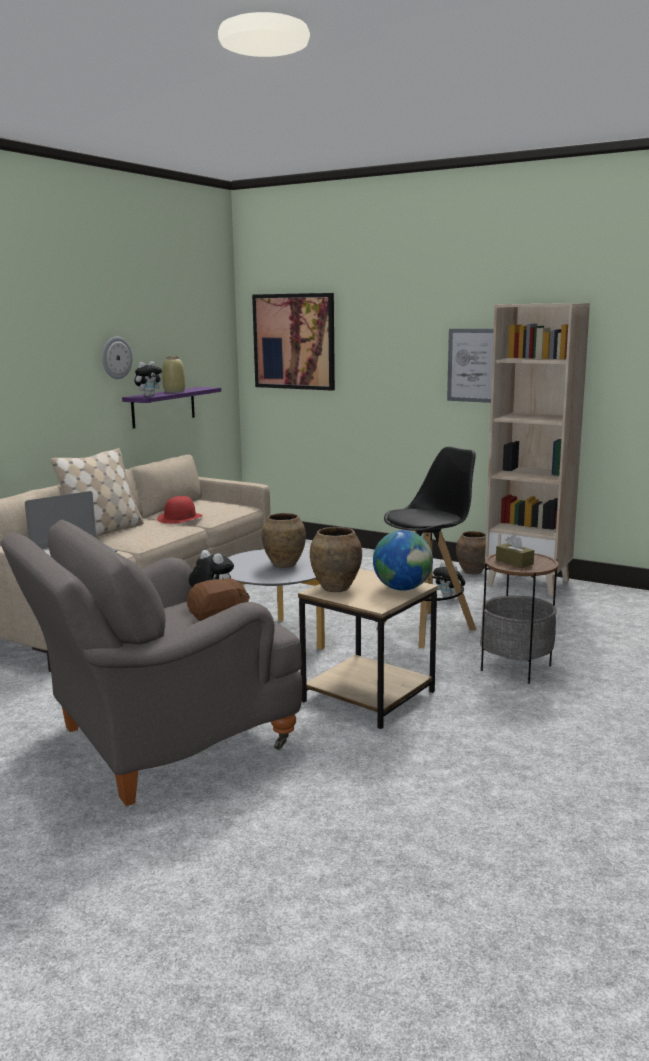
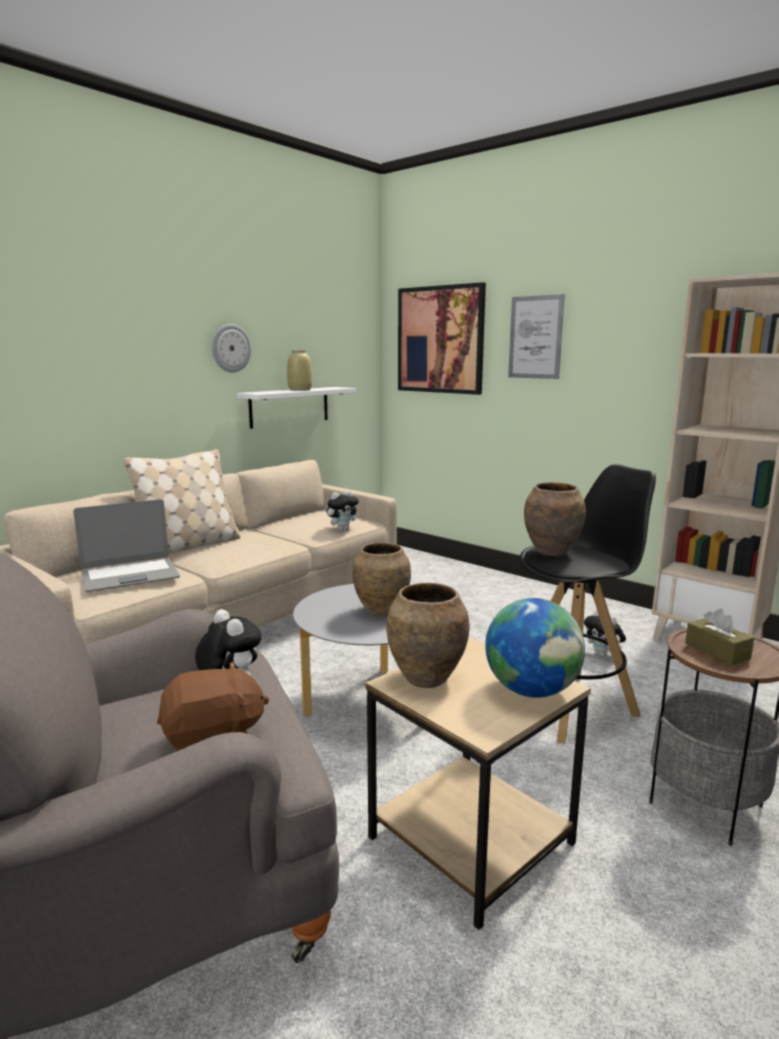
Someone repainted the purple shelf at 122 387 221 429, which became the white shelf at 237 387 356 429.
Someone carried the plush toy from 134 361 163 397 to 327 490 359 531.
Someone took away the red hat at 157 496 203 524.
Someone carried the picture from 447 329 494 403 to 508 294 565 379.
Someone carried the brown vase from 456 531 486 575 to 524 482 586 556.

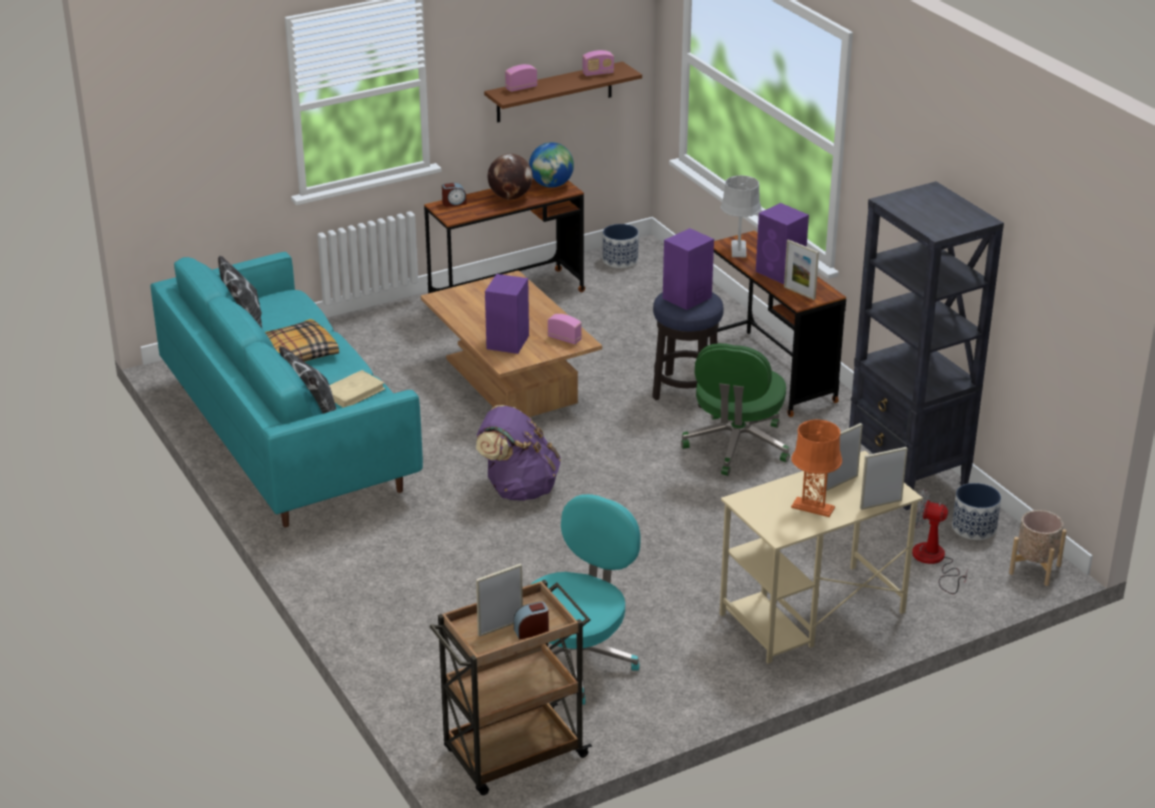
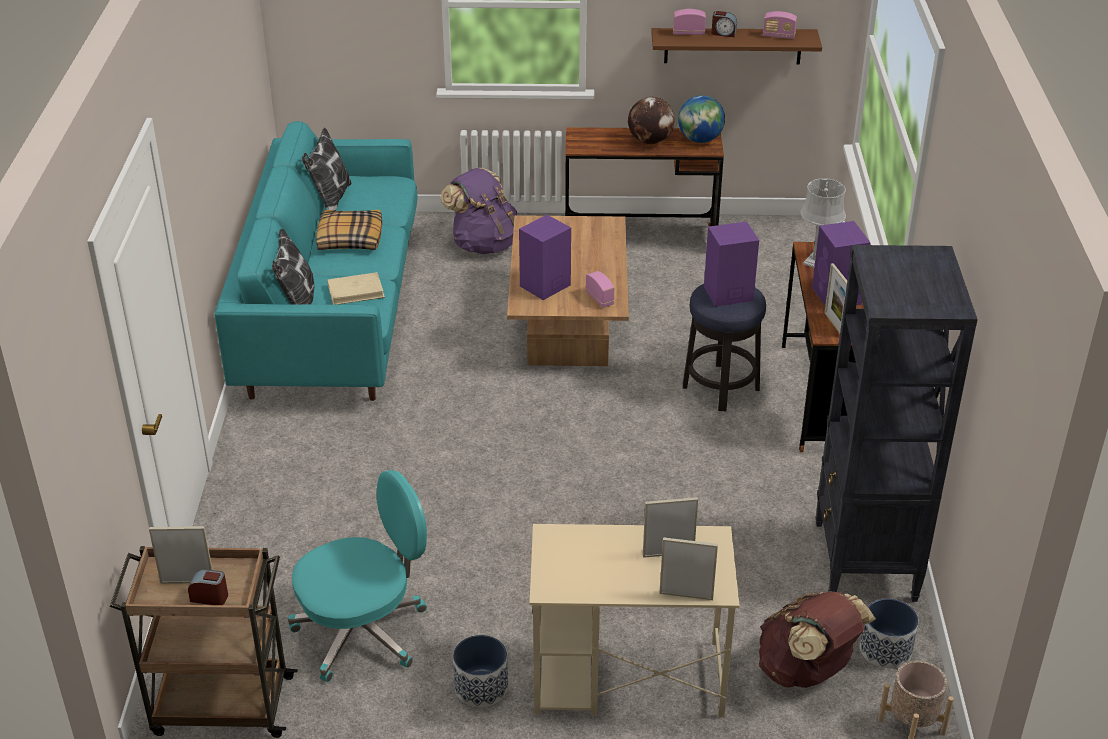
Someone carried the alarm clock from 442 183 467 207 to 711 11 737 37.
Someone carried the purple backpack from 476 405 561 501 to 440 168 517 254.
Someone carried the planter from 603 224 639 268 to 453 635 508 707.
Someone took away the green office chair at 681 343 790 476.
Someone took away the orange table lamp at 791 420 842 517.
Someone swapped the fan at 912 489 968 594 for the brown backpack at 759 591 876 688.

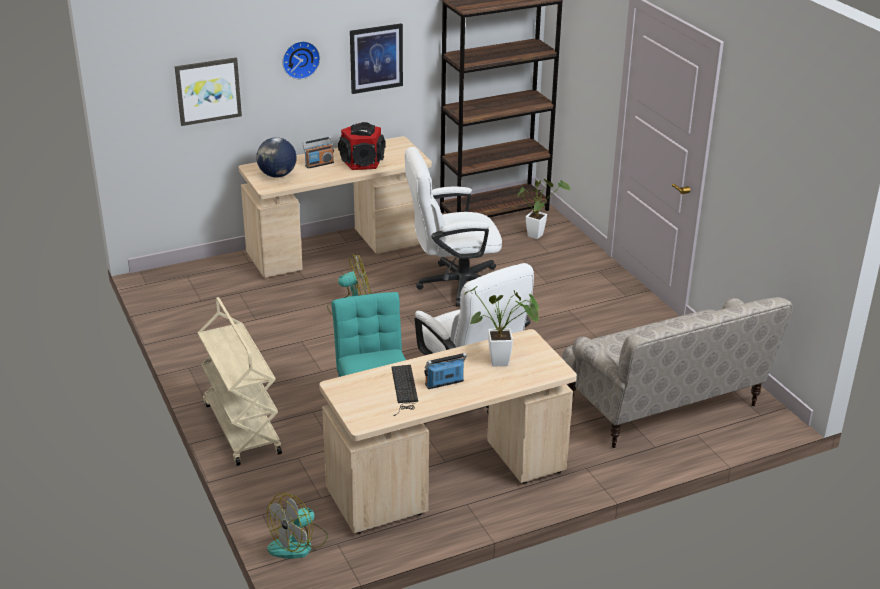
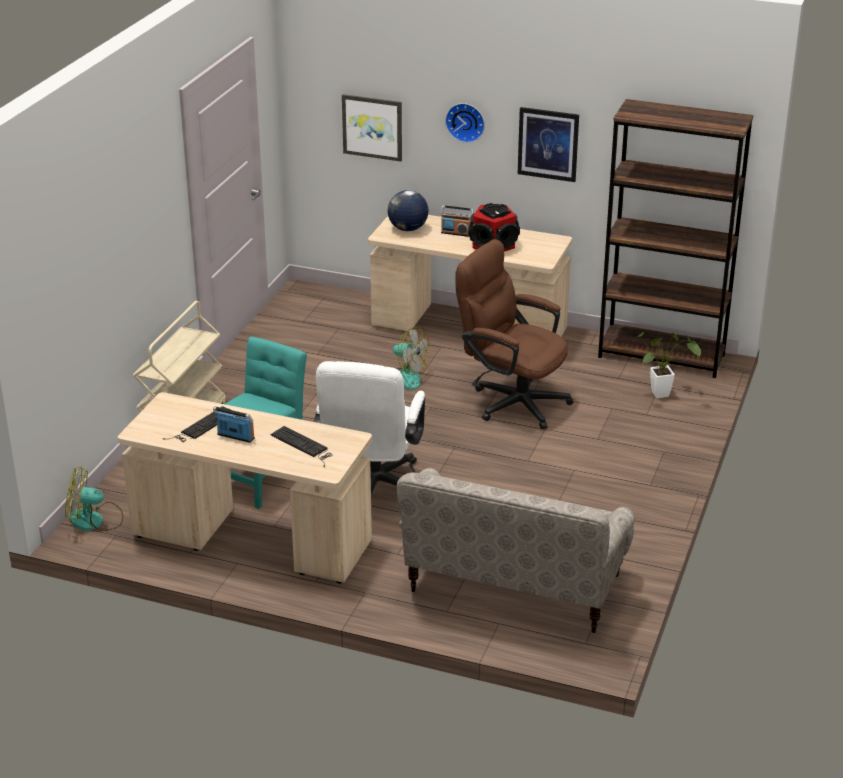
Someone repainted the white office chair at 405 147 502 307, which became the brown office chair at 455 239 573 429.
Someone swapped the potted plant at 464 286 539 367 for the keyboard at 270 426 332 467.

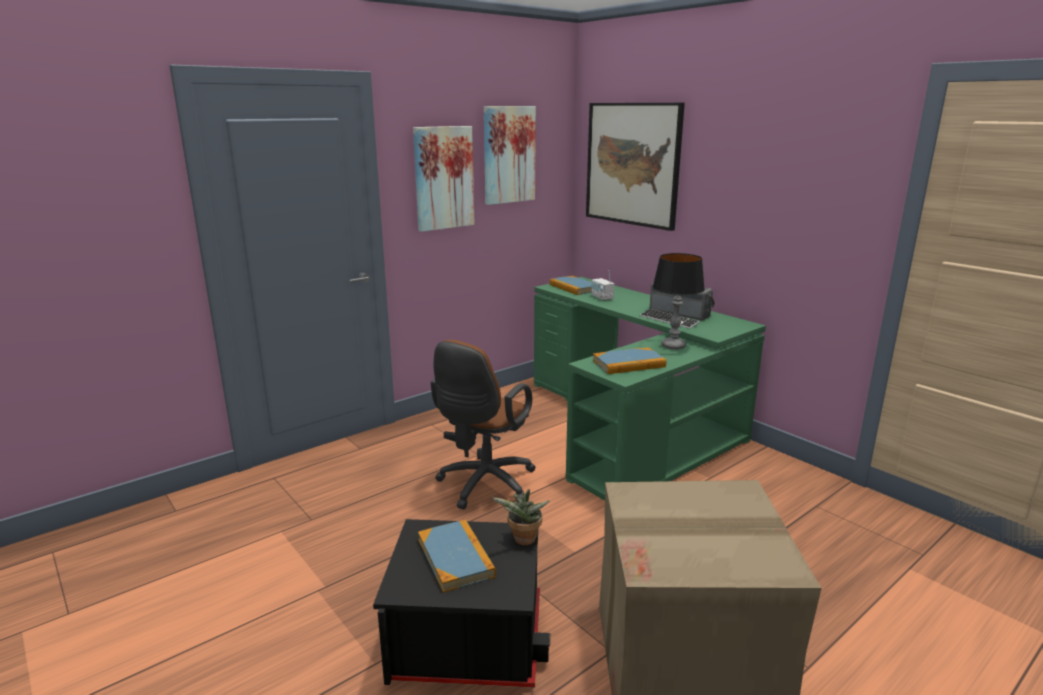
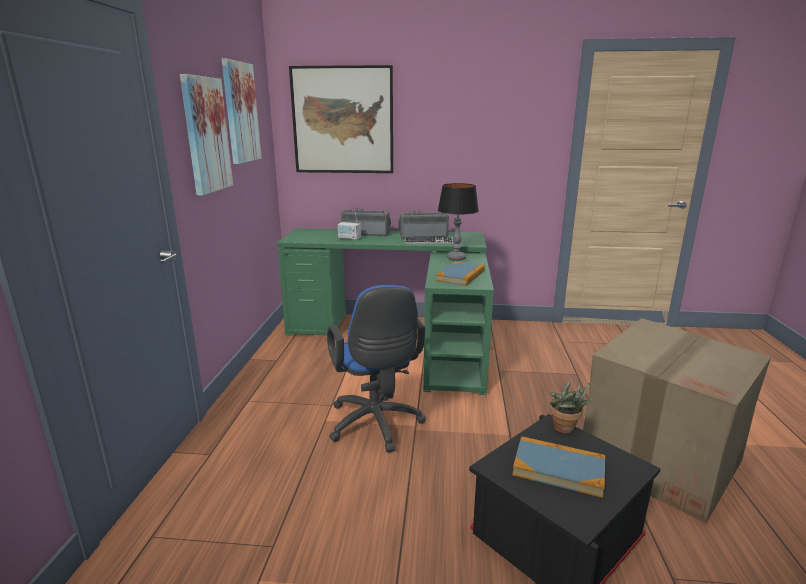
Someone repainted the brown office chair at 431 340 536 509, which became the blue office chair at 327 285 426 453.
Someone took away the book at 550 276 592 295.
Someone put down the radio at 341 208 391 236.

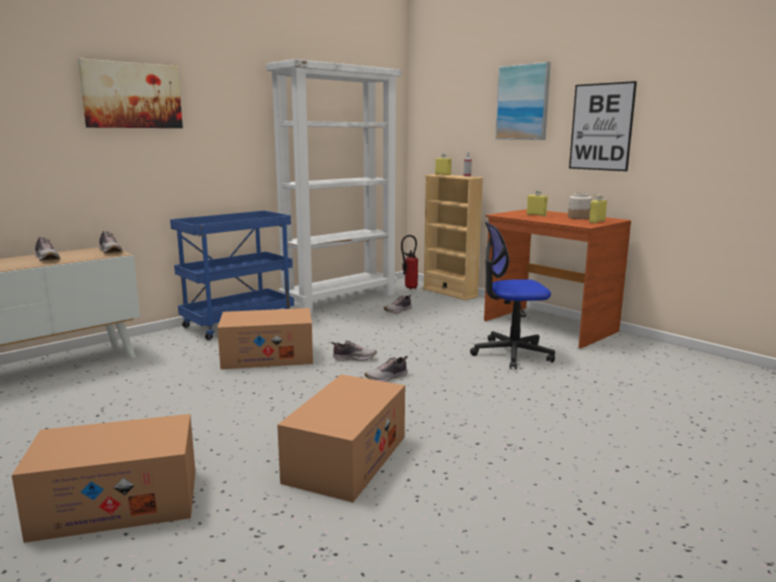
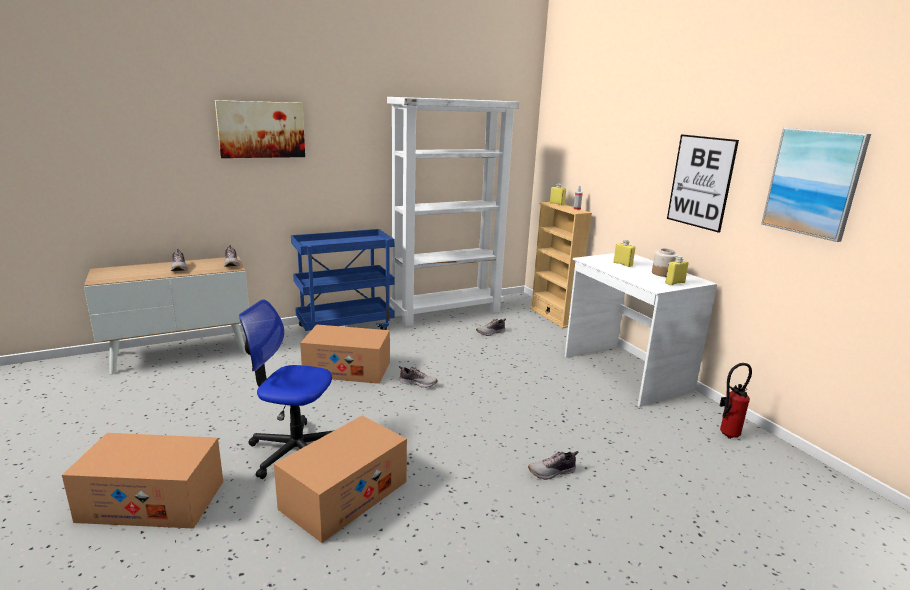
Someone carried the shoe from 364 356 408 382 to 528 451 578 480.
Someone carried the fire extinguisher from 401 235 418 289 to 720 363 752 439.
Someone carried the office chair from 470 221 555 369 to 239 299 334 479.
Someone repainted the brown desk at 484 209 631 349, which became the white desk at 565 253 717 407.
Someone carried the picture from 495 62 551 140 to 761 128 871 242.

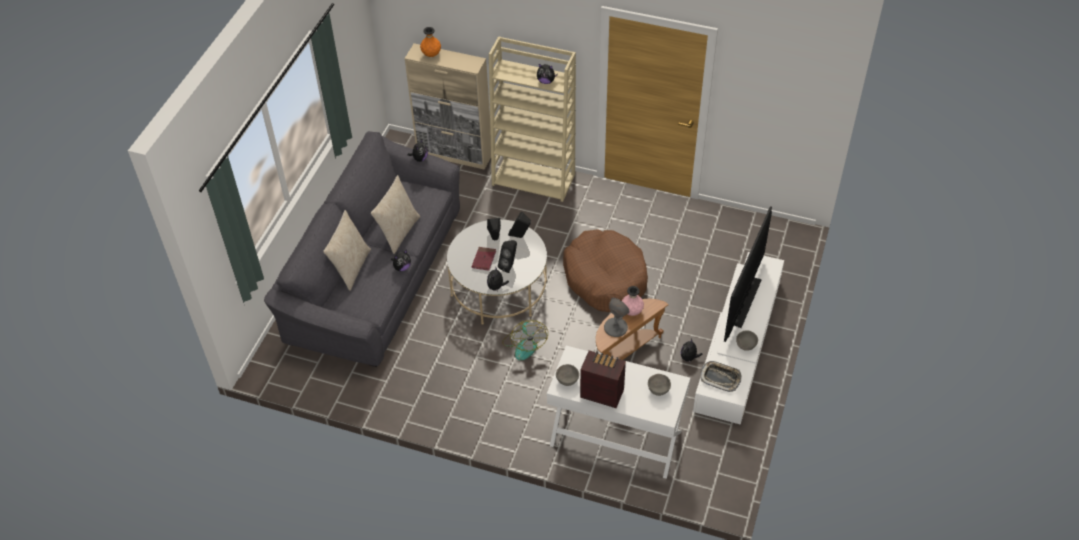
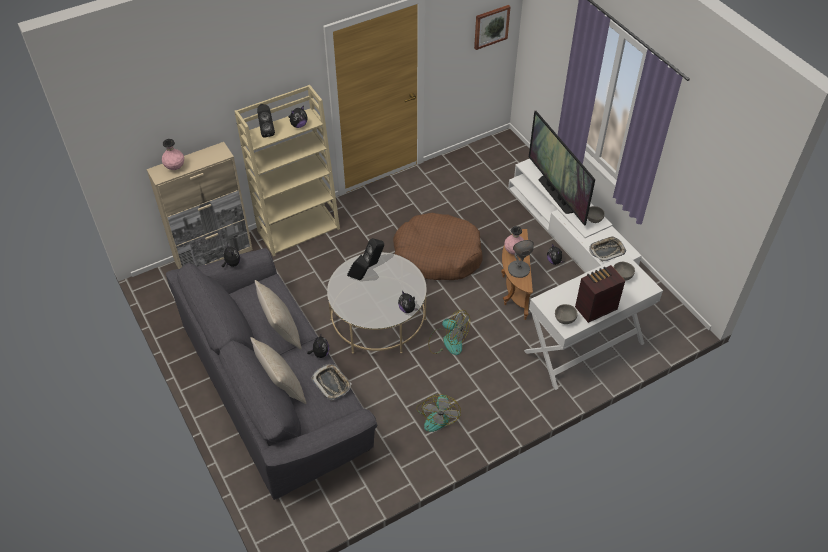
Someone repainted the orange vase at 420 27 441 57, which became the pink vase at 162 139 184 170.
Someone took away the red book at 472 247 496 271.
Someone carried the black speaker from 498 240 517 273 to 257 104 275 138.
Someone put down the tray at 311 364 352 400.
Someone put down the fan at 416 394 461 432.
Someone put up the picture at 474 5 511 50.

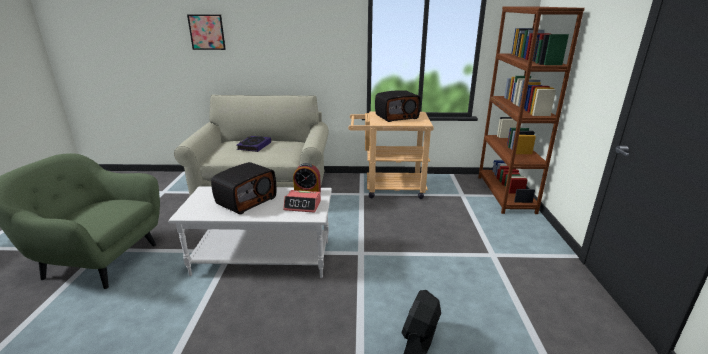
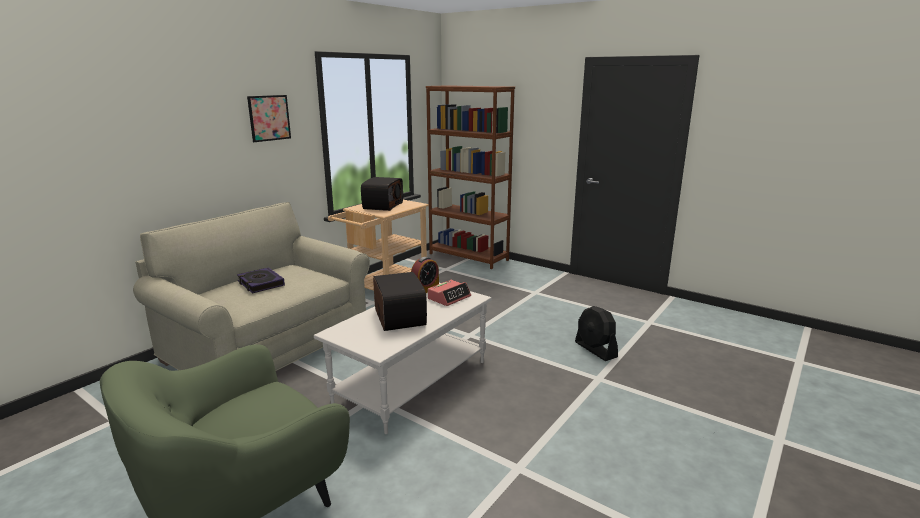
Someone carried the picture from 187 15 226 50 to 247 95 291 142.

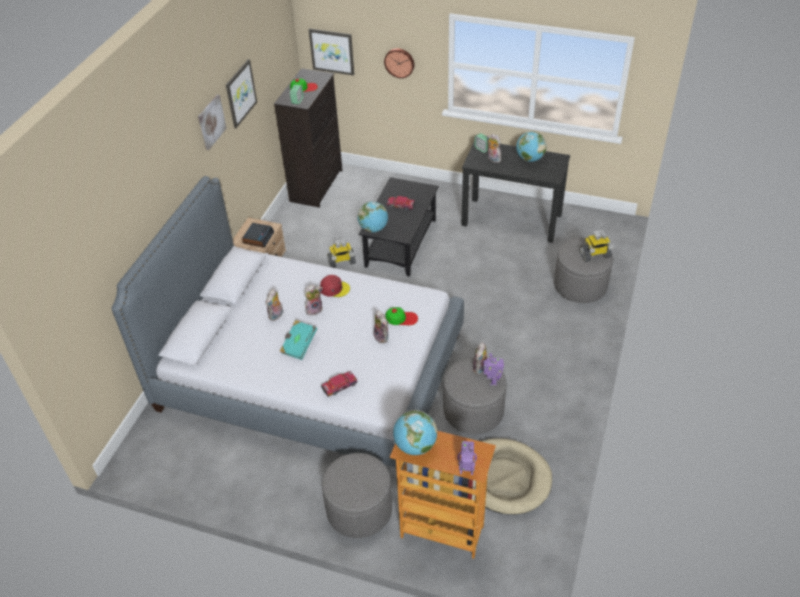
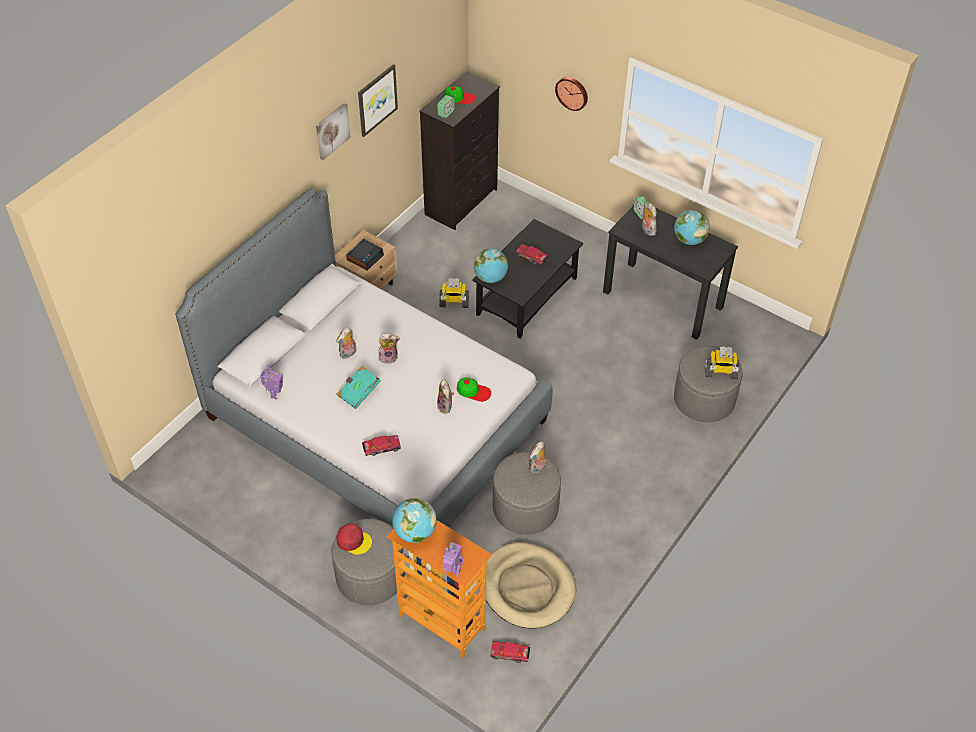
Someone took away the picture at 309 29 354 76.
Someone carried the red cap from 320 275 350 297 to 336 523 372 555.
Someone carried the toy robot from 483 353 504 386 to 260 365 283 400.
Someone put down the toy car at 490 641 530 663.

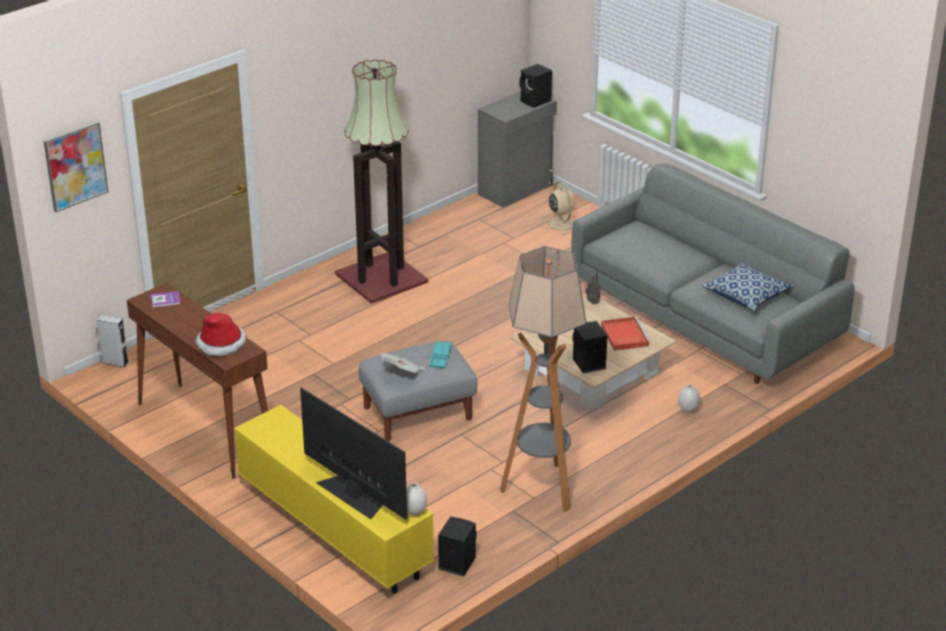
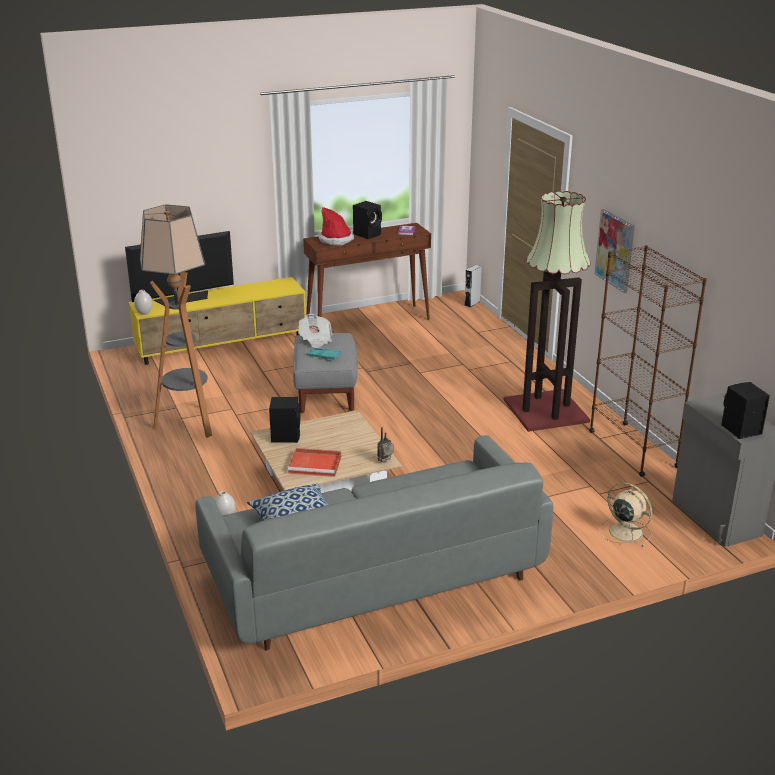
Someone carried the picture from 44 121 108 212 to 595 209 635 293.
Someone carried the black speaker from 438 517 477 576 to 353 201 382 239.
Someone rotated the beige fan at 540 181 578 235 by 135 degrees counterclockwise.
Someone put down the brown bookcase at 589 245 707 477.

